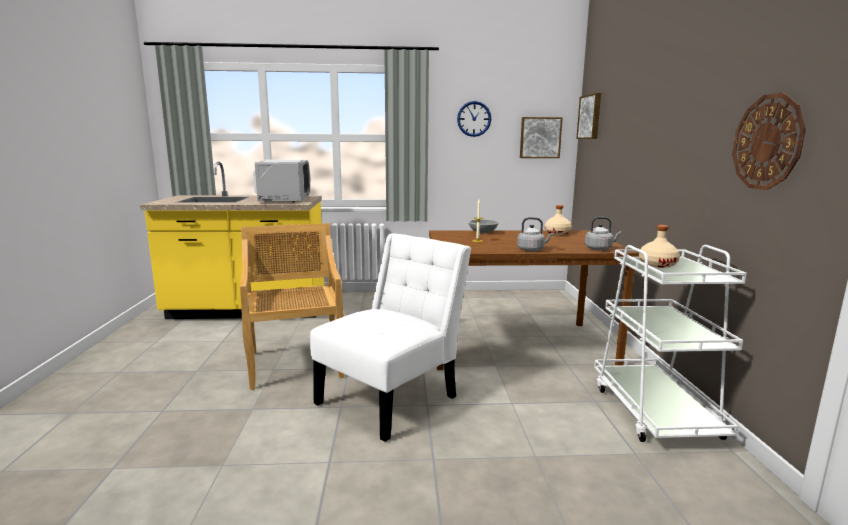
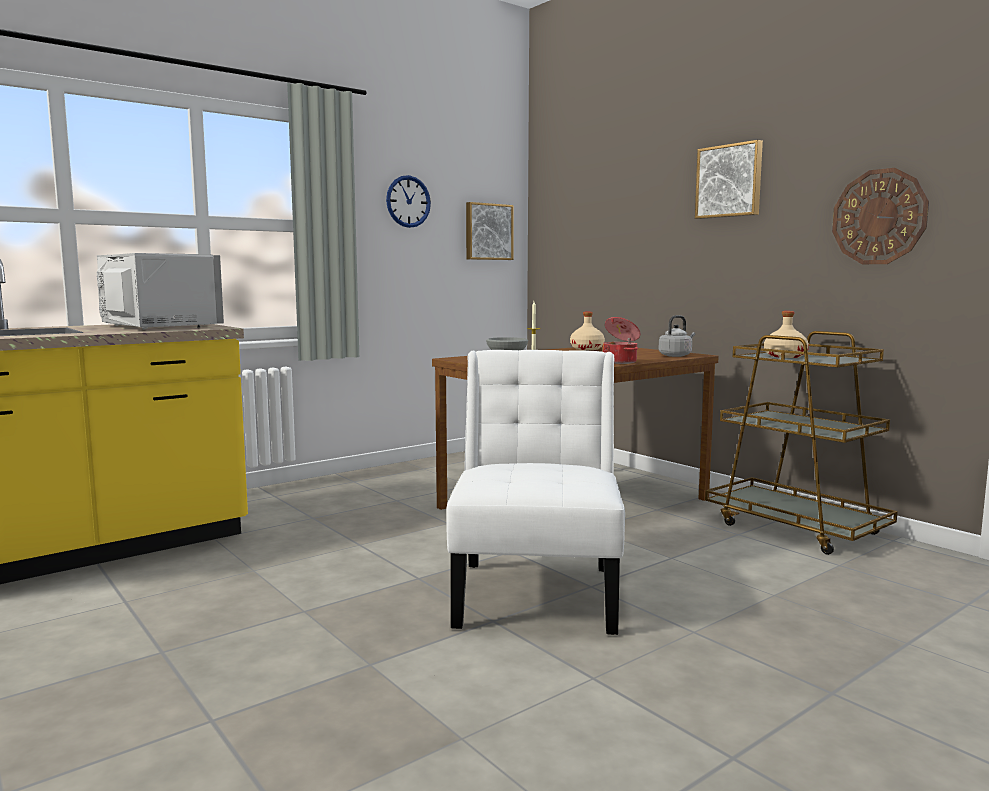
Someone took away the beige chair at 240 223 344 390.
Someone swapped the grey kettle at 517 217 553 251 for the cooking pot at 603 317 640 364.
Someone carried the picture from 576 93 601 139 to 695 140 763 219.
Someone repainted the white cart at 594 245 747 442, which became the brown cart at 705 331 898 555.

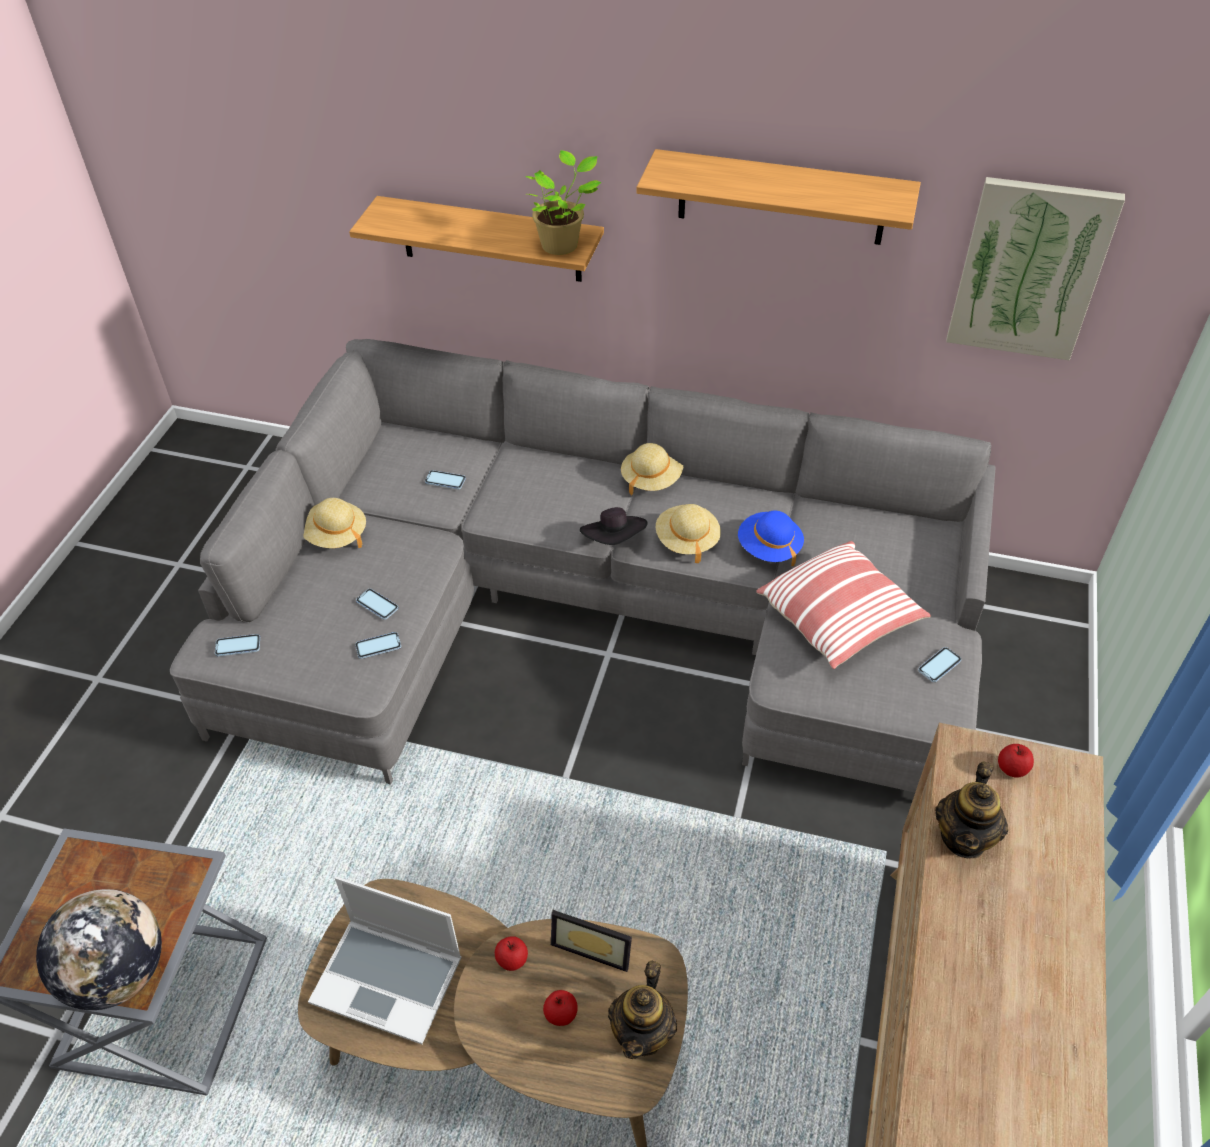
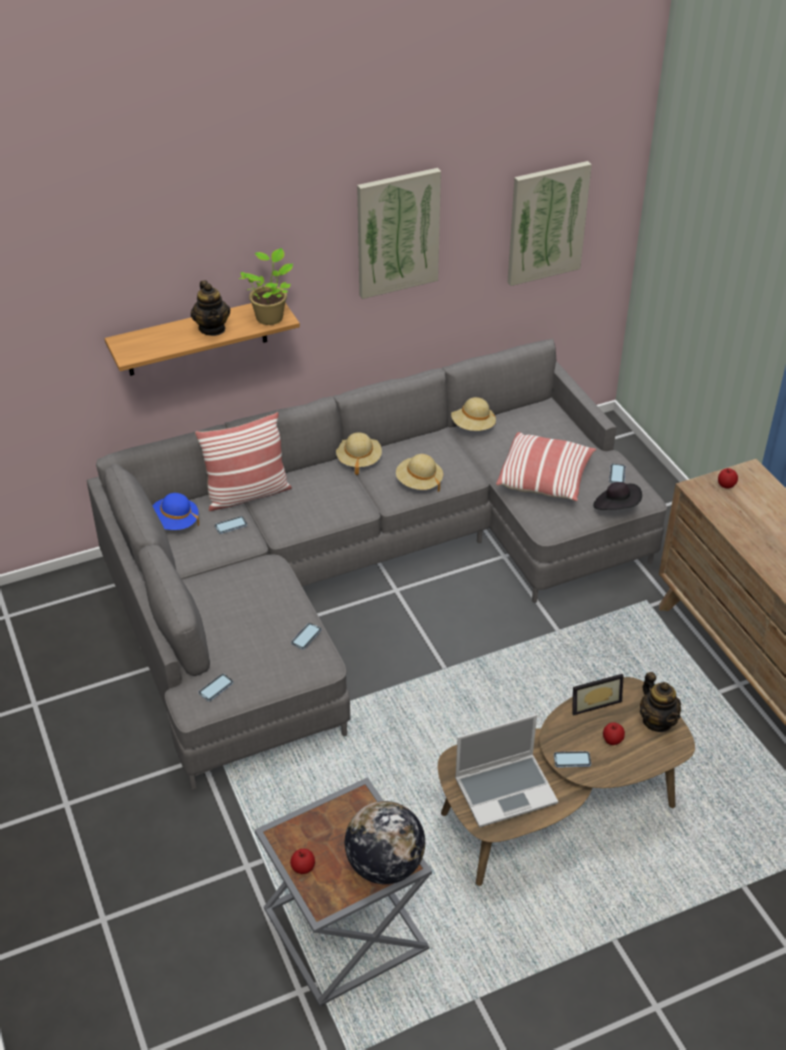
Someone carried the beige hat from 303 498 366 548 to 451 397 496 431.
Someone carried the phone from 356 589 398 620 to 554 751 591 768.
Someone carried the apple from 495 936 528 971 to 290 848 315 874.
Someone carried the black hat from 580 507 648 545 to 593 482 642 510.
Someone swapped the shelf at 636 149 921 245 for the picture at 357 168 441 299.
Someone carried the blue hat from 738 511 804 566 to 153 493 199 530.
Someone carried the teapot from 935 761 1008 859 to 191 280 230 336.
Someone put down the pillow at 195 412 292 511.

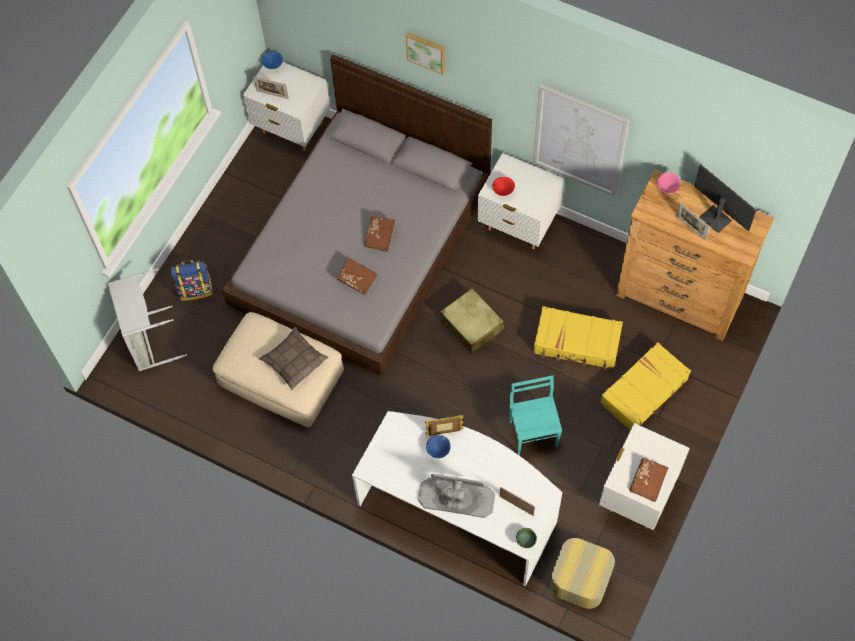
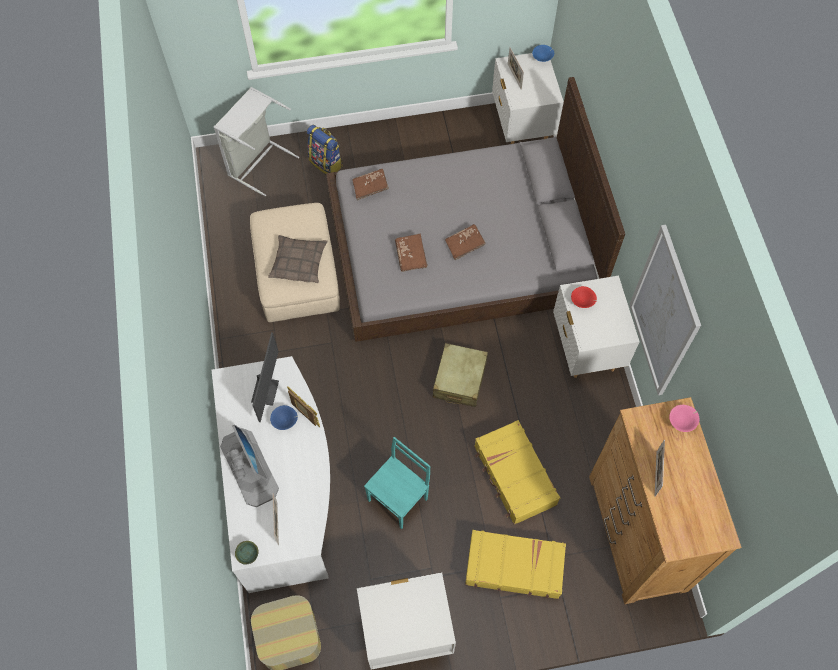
Someone took away the picture at 406 32 445 75.
Someone carried the brown book from 629 458 669 502 to 353 169 389 200.
Someone carried the monitor from 694 165 756 233 to 251 332 279 422.

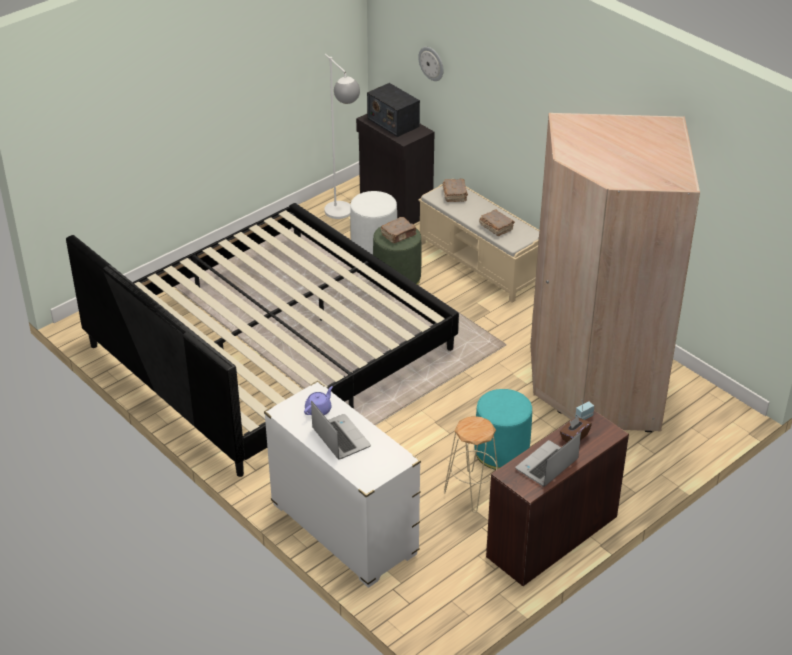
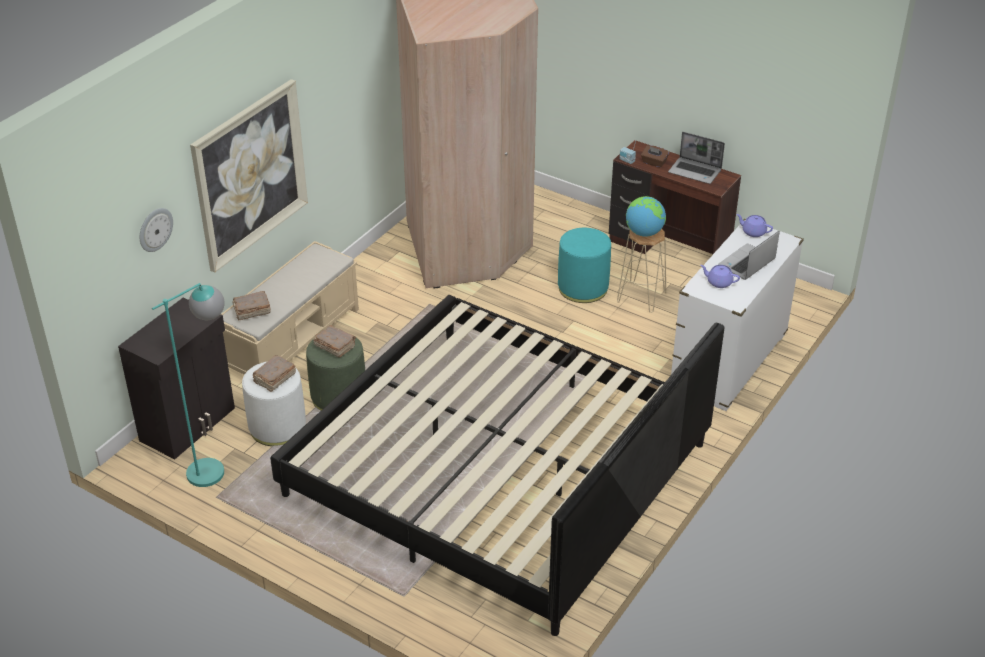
Someone repainted the white floor lamp at 324 54 360 219, which became the turquoise floor lamp at 152 283 225 487.
Someone took away the radio at 367 83 420 137.
Someone carried the brown book from 479 210 515 236 to 253 355 296 392.
Someone put up the picture at 190 79 308 273.
Someone put down the globe at 626 196 666 237.
Someone put down the purple teapot at 736 214 773 237.

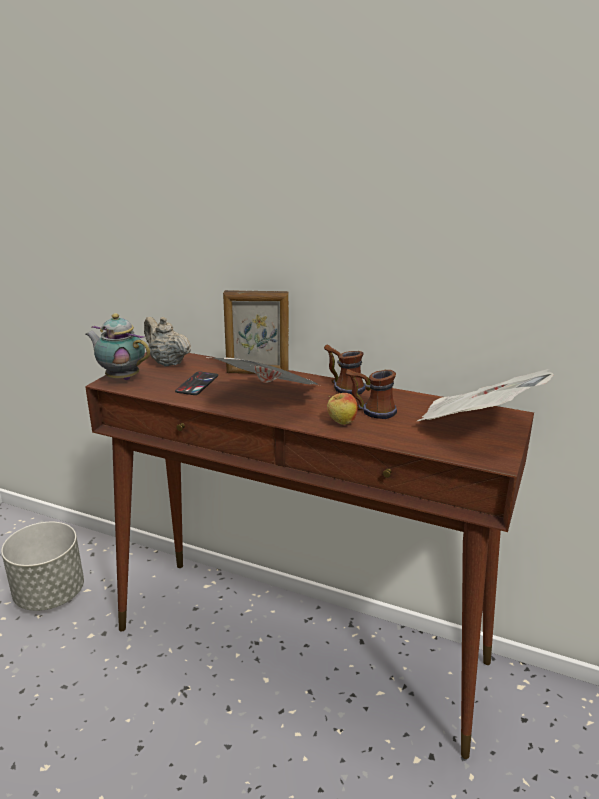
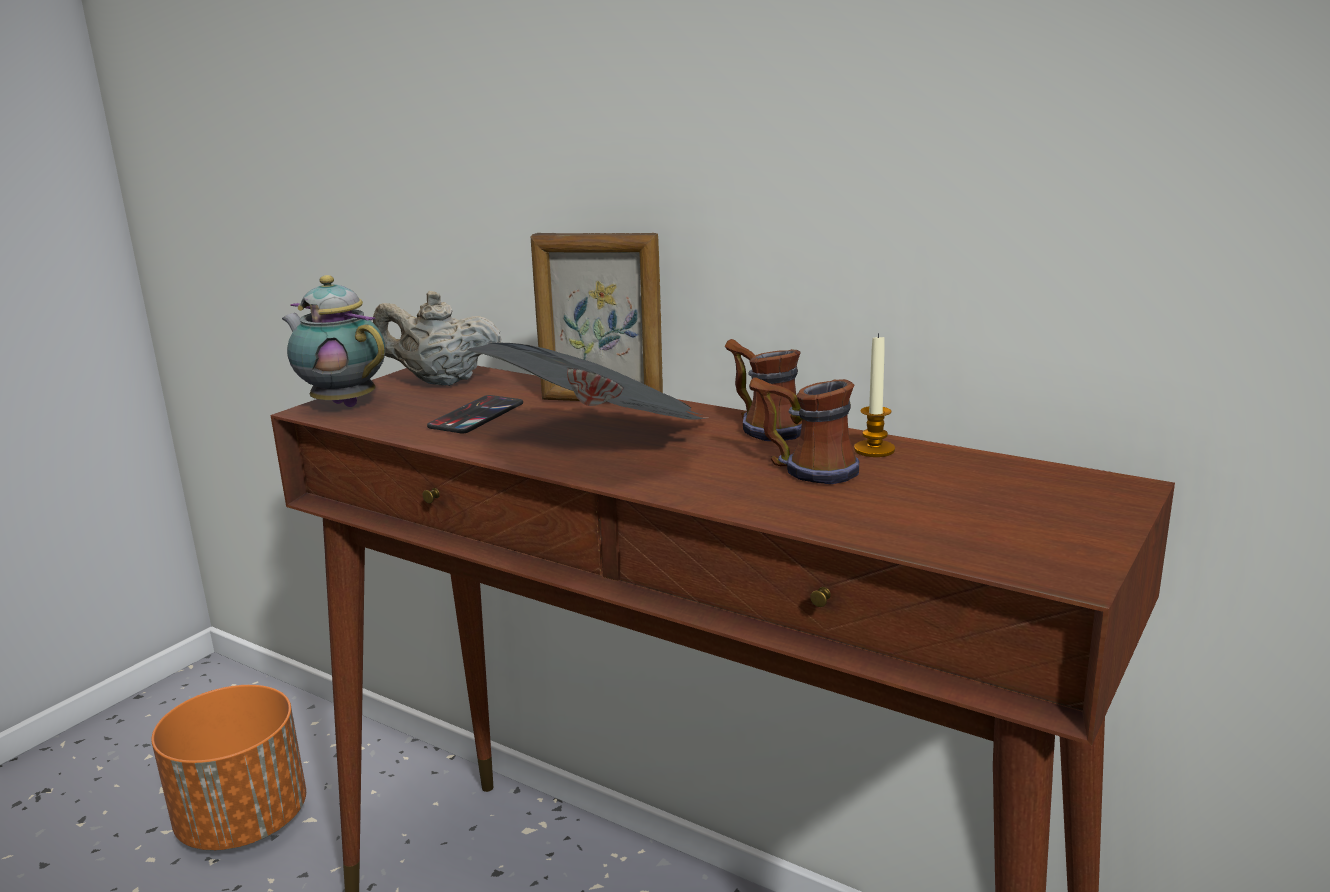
Someone repainted the grey planter at 1 522 84 611, which became the orange planter at 152 685 306 850.
Someone rotated the beige teapot at 144 317 191 366 by 45 degrees counterclockwise.
Someone took away the apple at 327 393 357 425.
Someone took away the newspaper at 416 369 554 422.
Someone put down the candle at 854 333 895 457.

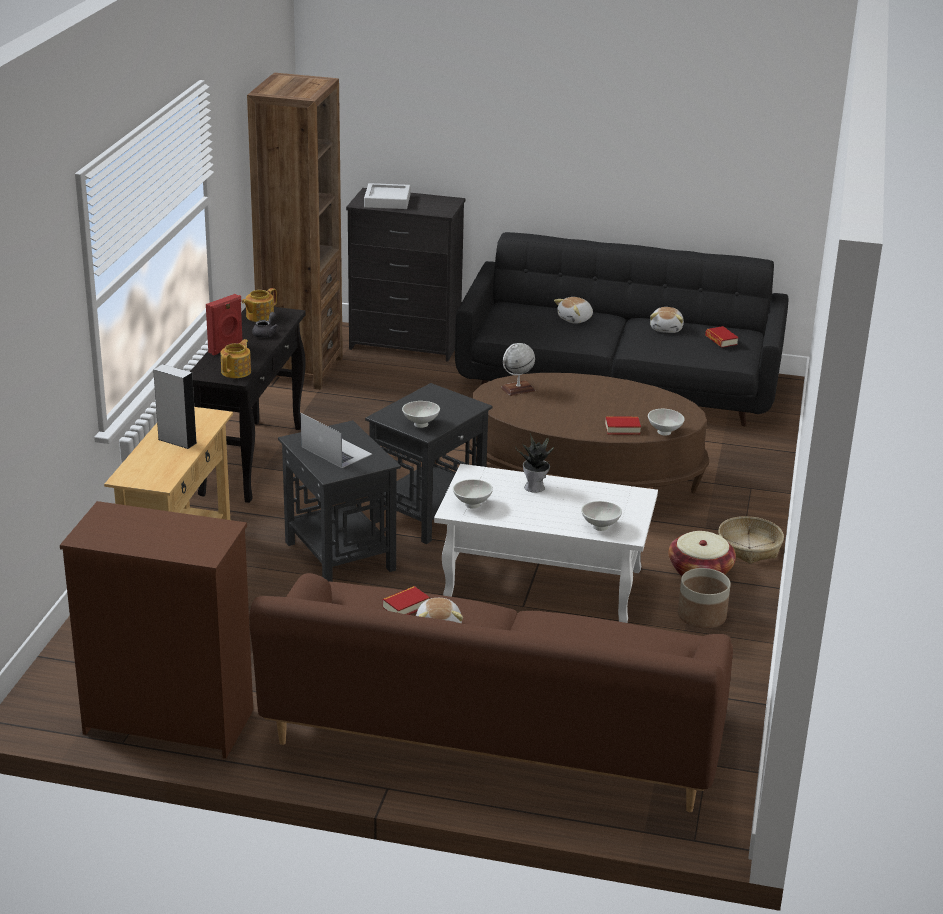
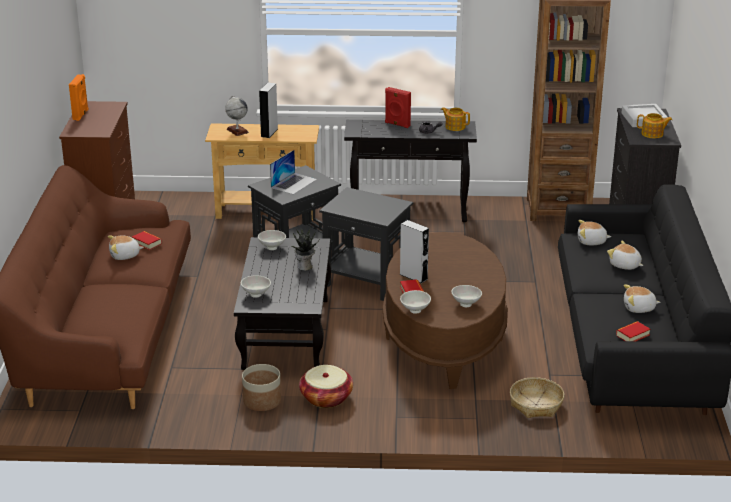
Someone carried the teapot from 221 339 251 378 to 637 113 672 138.
Someone carried the white bowl from 402 401 440 428 to 451 285 482 307.
Someone repainted the white coffee table at 434 464 658 623, which became the black coffee table at 234 237 331 370.
Someone carried the globe from 501 343 535 396 to 225 96 249 136.
Someone carried the basket from 718 516 784 564 to 510 377 564 418.
Someone put down the orange speaker at 69 74 88 121.
Someone put down the grey speaker at 399 220 429 283.
Someone put down the plush toy at 578 220 611 245.

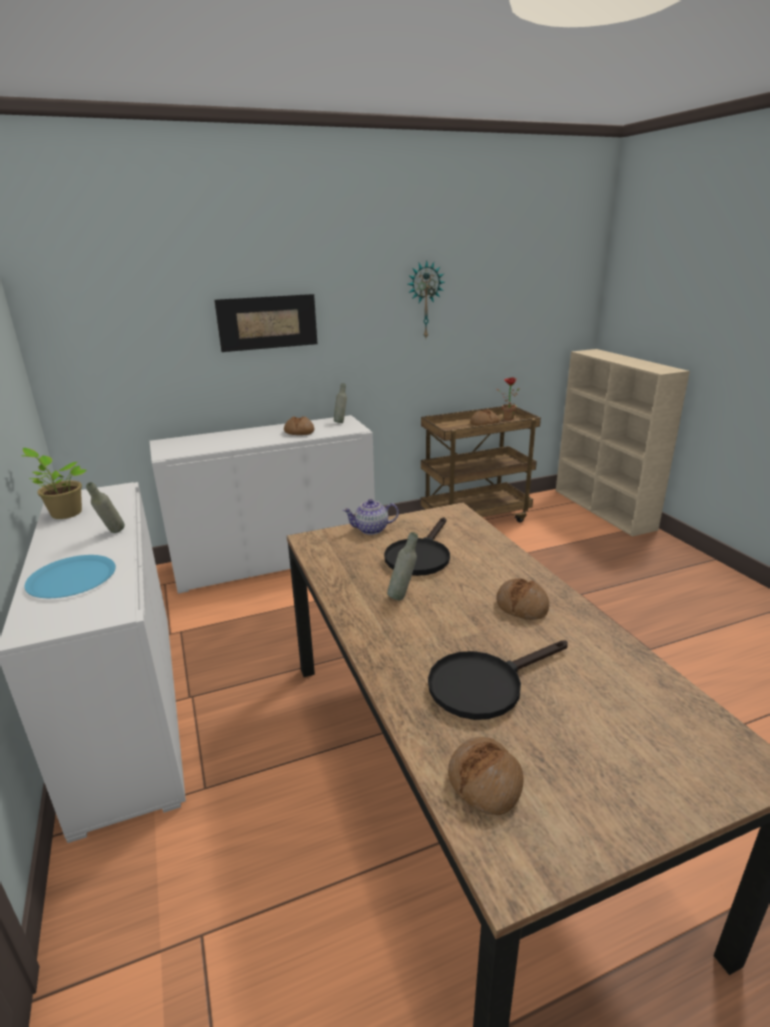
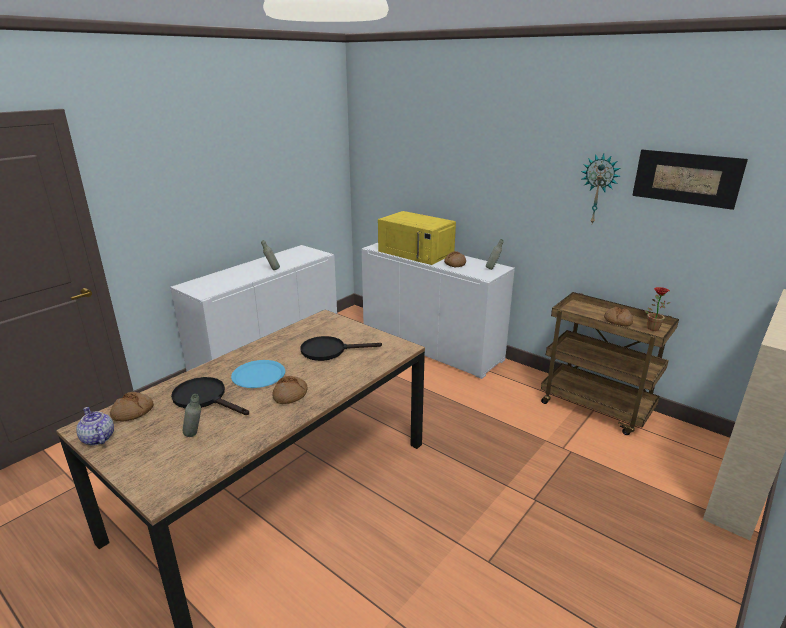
Someone took away the potted plant at 21 448 87 519.
Someone carried the blue plate from 25 555 116 598 to 231 360 285 388.
Someone carried the picture from 214 294 317 352 to 632 150 748 210.
Someone carried the teapot from 343 499 399 535 to 76 407 114 446.
Someone carried the grey bottle from 387 532 418 600 to 183 394 201 437.
Someone put down the yellow microwave at 378 211 456 265.

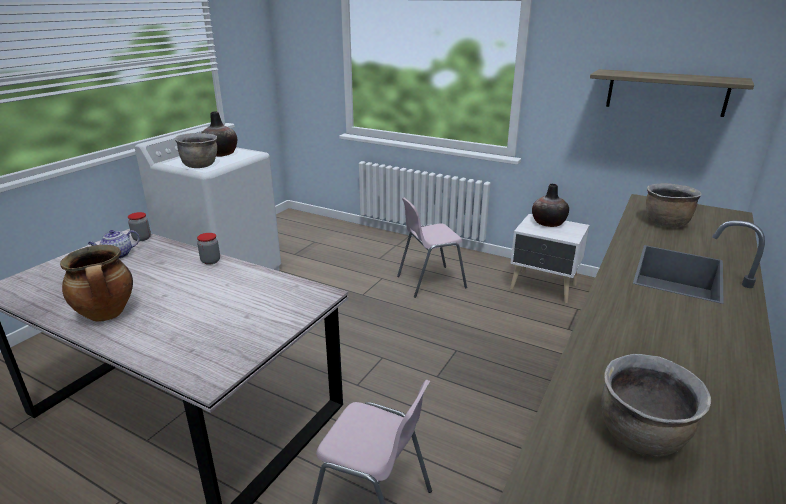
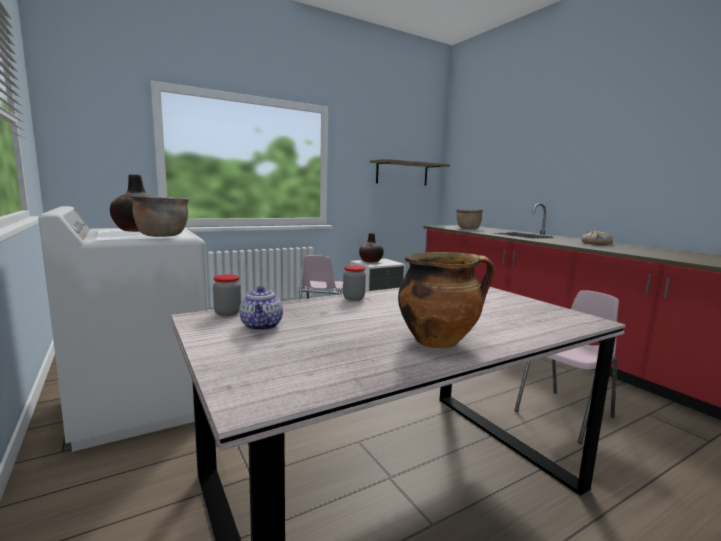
Someone took away the brown cooking pot at 601 354 711 457.
Someone put down the bread at 581 230 613 245.

